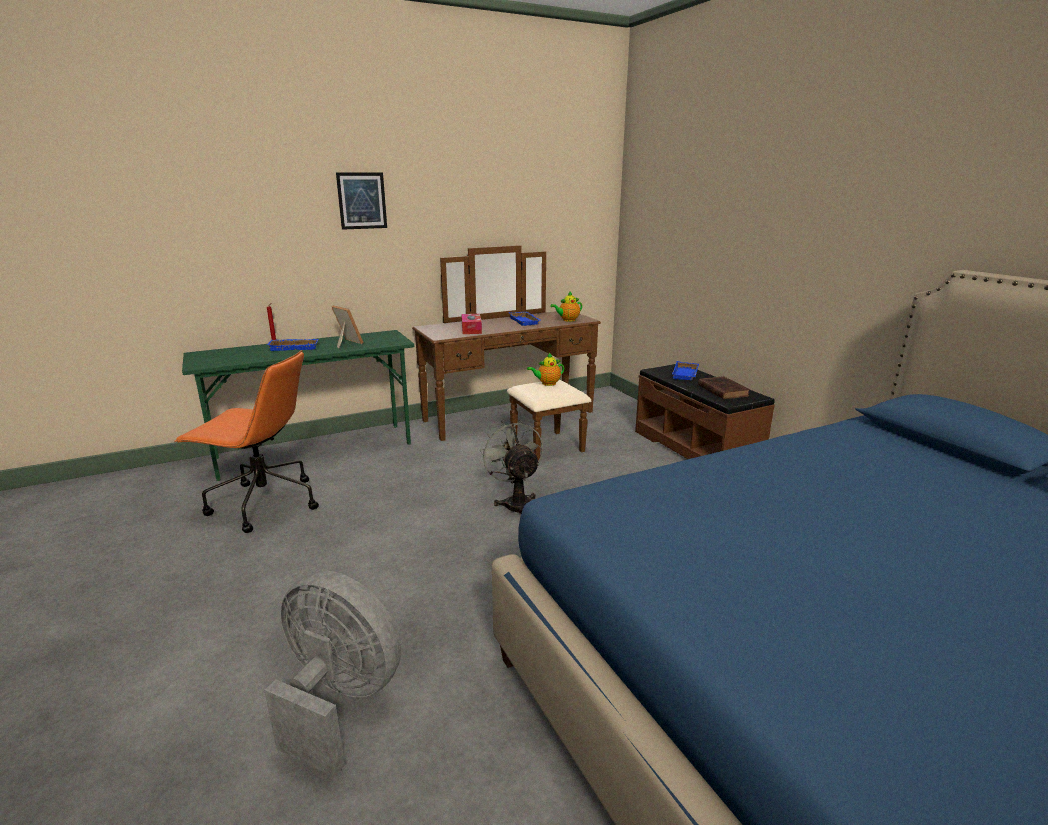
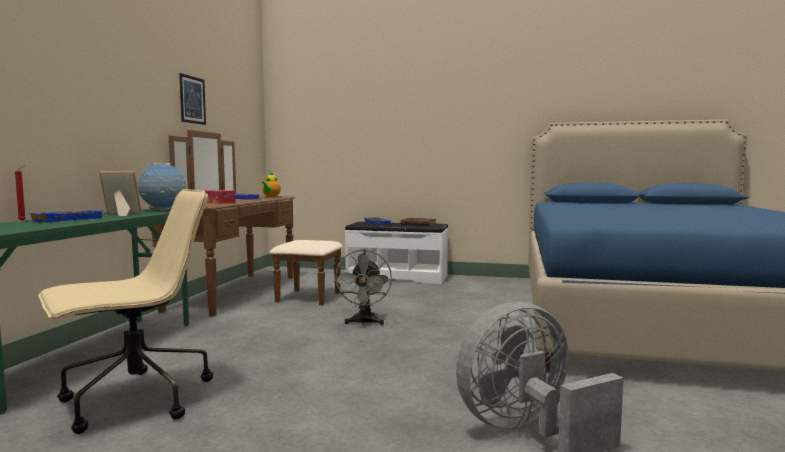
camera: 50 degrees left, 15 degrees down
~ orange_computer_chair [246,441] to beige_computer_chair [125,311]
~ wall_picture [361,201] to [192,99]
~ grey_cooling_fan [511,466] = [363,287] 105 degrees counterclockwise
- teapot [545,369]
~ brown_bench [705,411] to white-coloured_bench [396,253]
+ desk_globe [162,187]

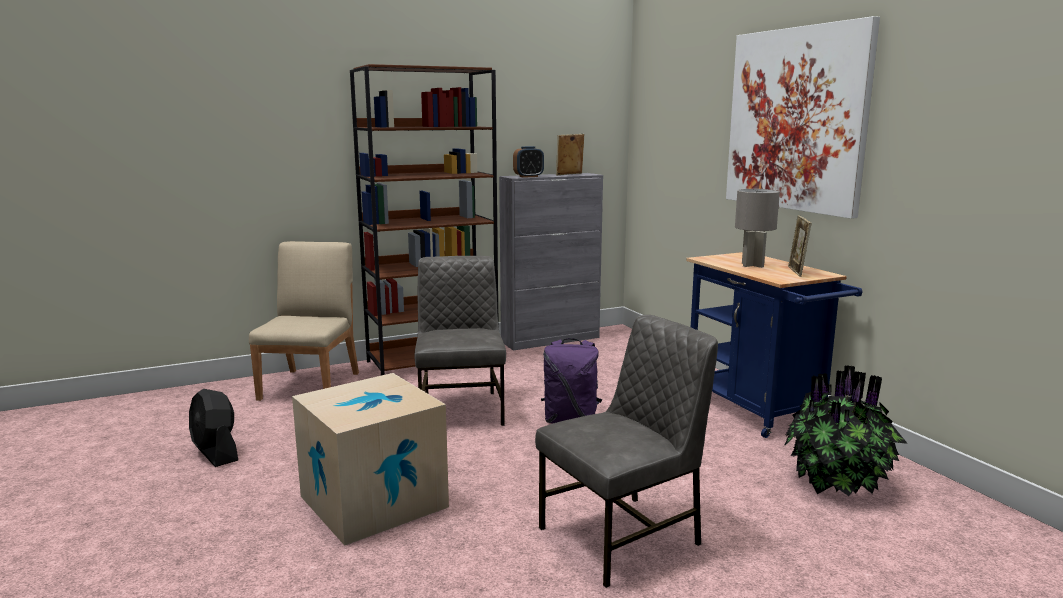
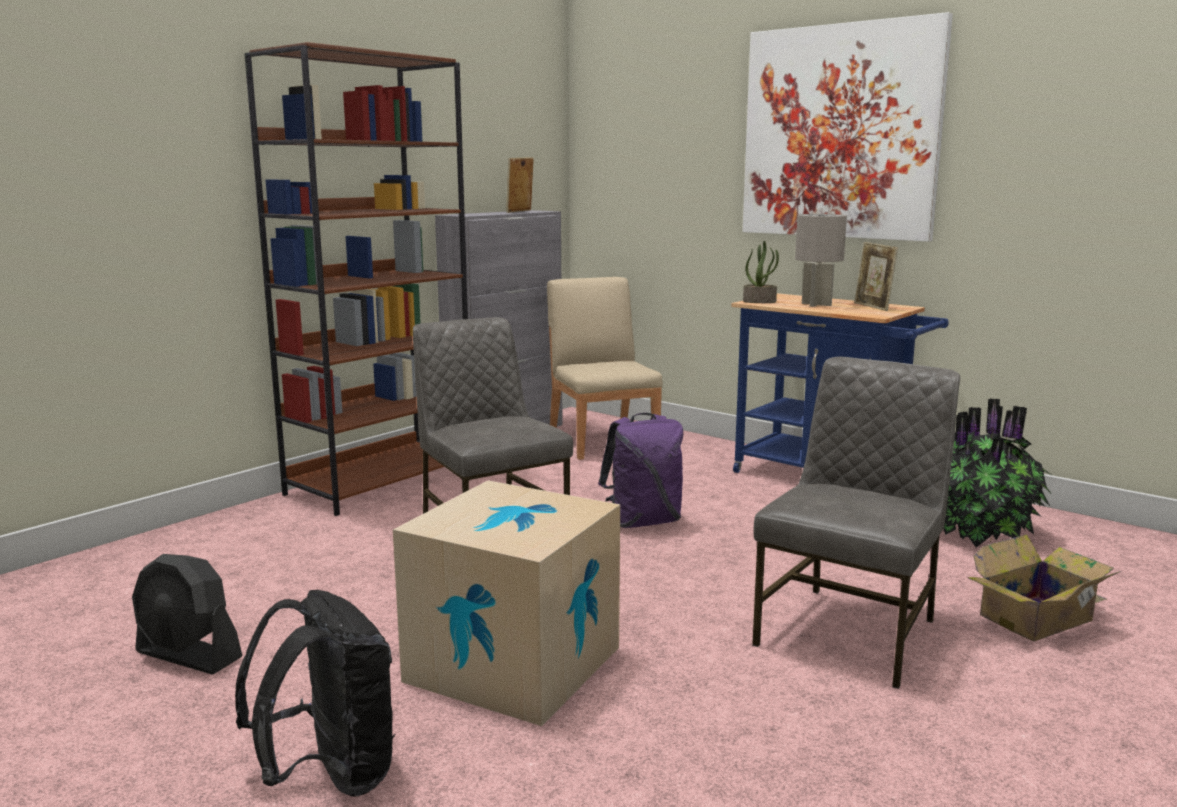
camera: 25 degrees left, 0 degrees up
~ beige_upright_chair [304,321] to [605,368]
- table_clock [528,162]
+ blackish_rucksack [315,693]
+ plant_in_a_pot [761,272]
+ packing_box [1044,587]

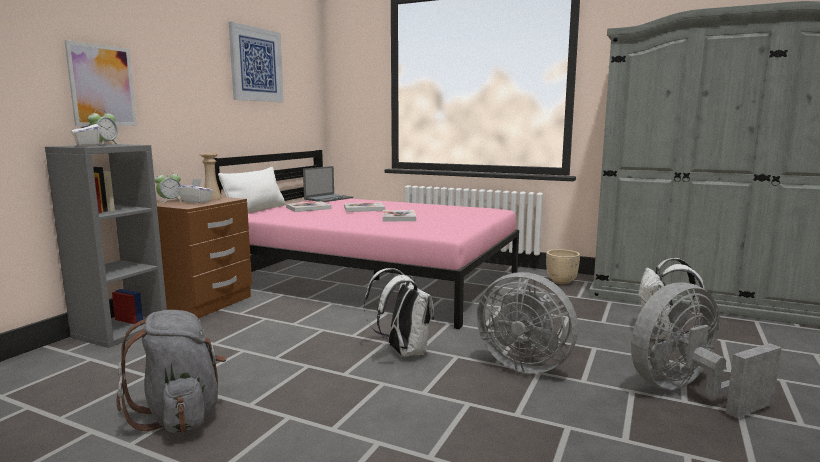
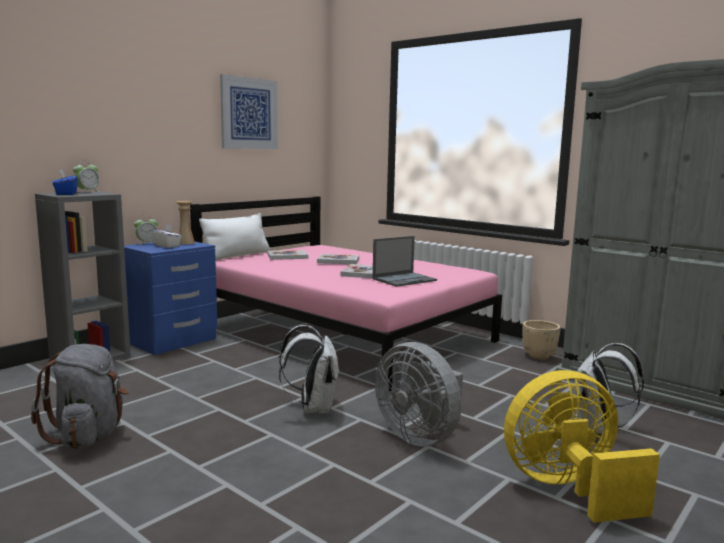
camera: 15 degrees right, 0 degrees up
- wall_picture [101,83]
~ white-coloured_tissue_box [85,133] to blue-coloured_tissue_box [65,182]
~ brown_night_table [204,257] to blue-coloured_night_table [170,298]
~ laptop [328,184] to [404,261]
~ grey_cooling_fan [706,350] to yellow-coloured_cooling_fan [582,446]

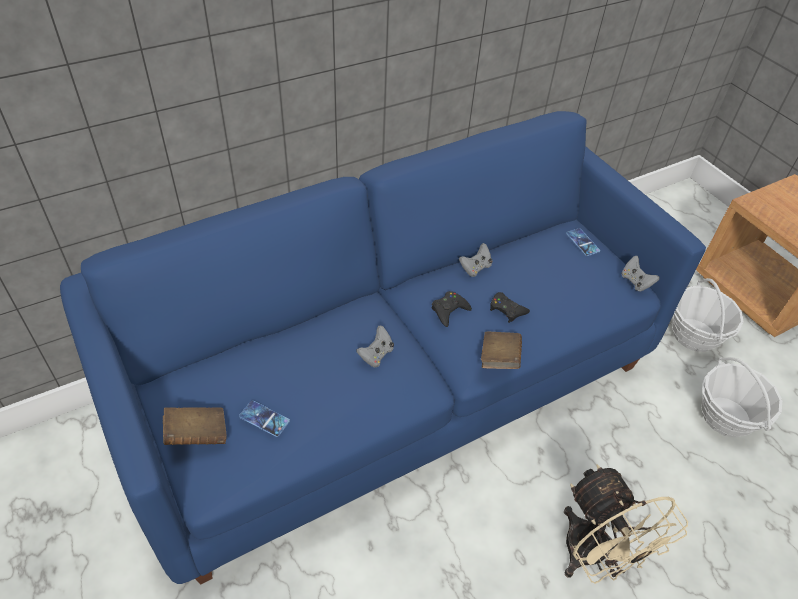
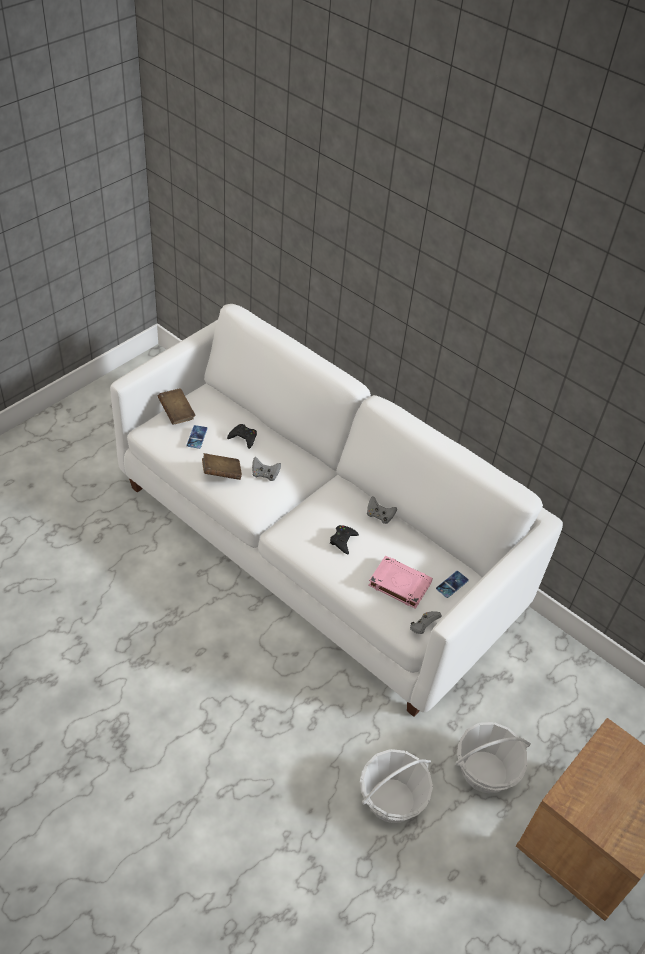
camera: 70 degrees right, 0 degrees up
~ blue-coloured_sofa [383,348] to white-coloured_sofa [336,510]
~ blackish_gamepad [452,309] to [242,436]
~ brown_bound_book [501,350] to [222,466]
- beige_cooling_fan [626,524]
+ pink_bound_book [400,582]

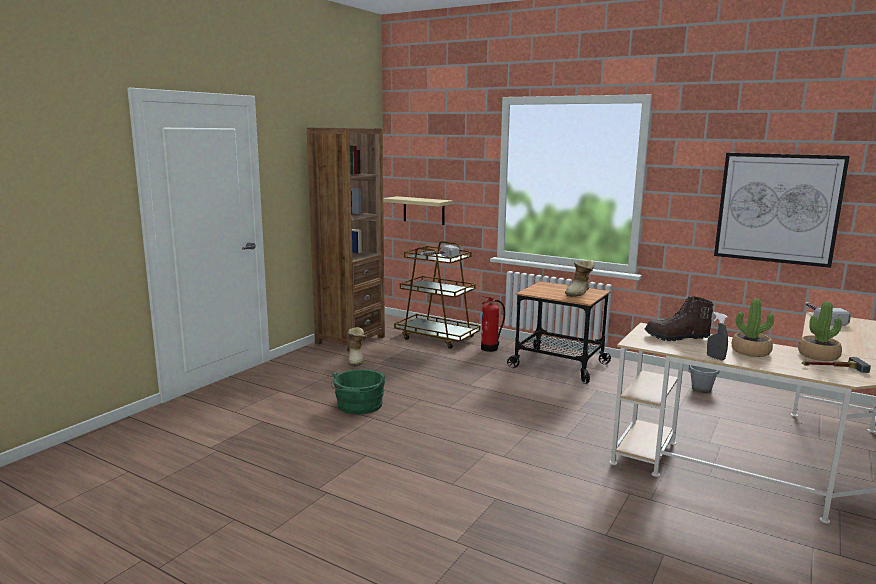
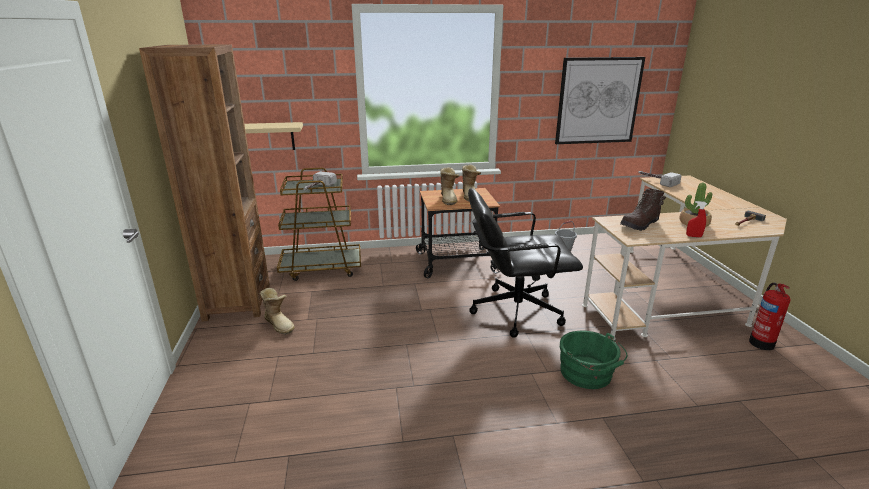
camera: 40 degrees left, 10 degrees up
~ greenish_water_bucket [358,391] to [593,360]
~ extinguisher [493,324] to [770,316]
~ grey_spray_bottle [717,336] to reddish_spray_bottle [696,219]
- plant_in_a_pot [820,331]
+ boot [449,186]
+ blackish_computer_chair [525,263]

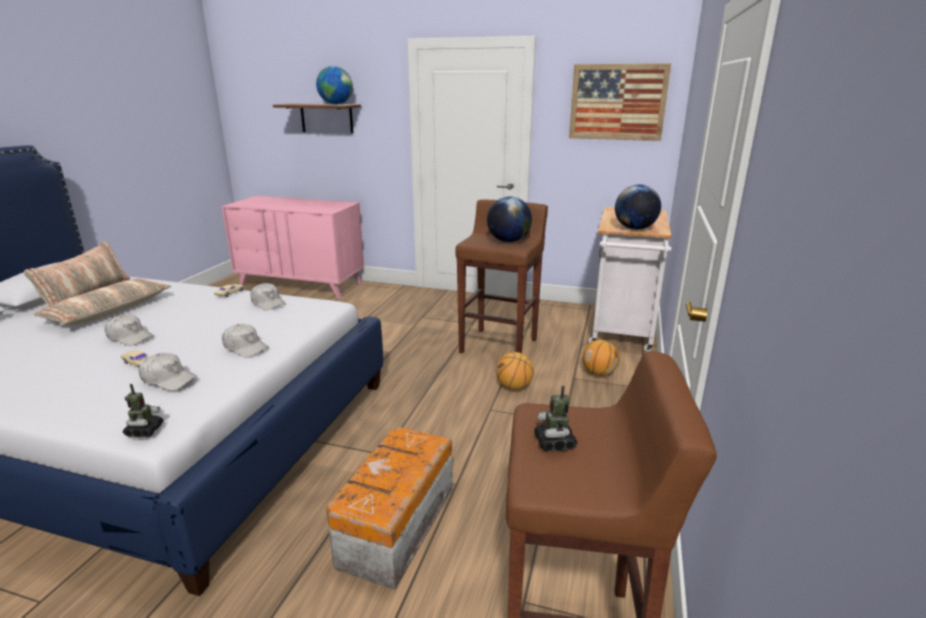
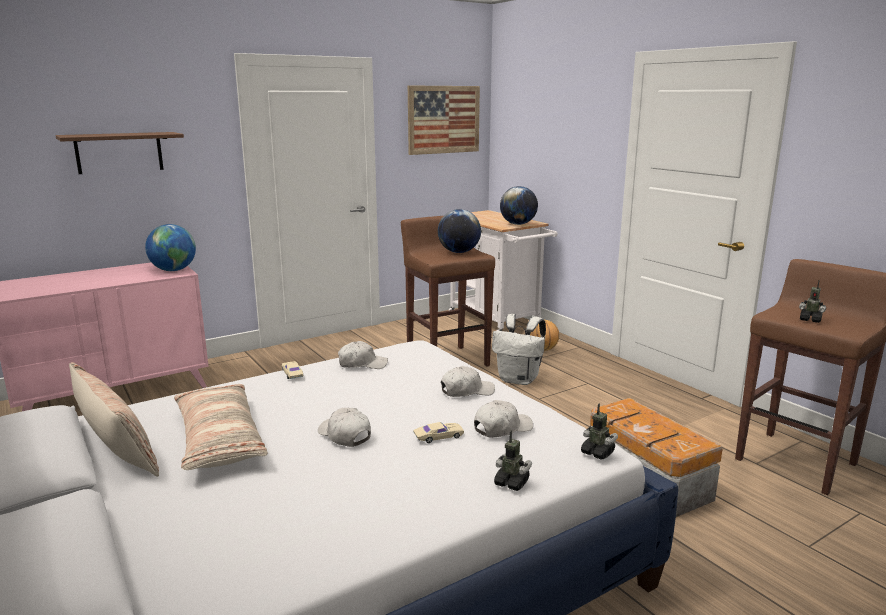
camera: 50 degrees left, 5 degrees down
~ white-coloured_baseball_cap [129,330] = [344,427] 105 degrees counterclockwise
~ desk_globe [334,85] to [170,247]
~ basketball [515,371] to white-coloured_rucksack [519,349]
+ model_robot [513,461]

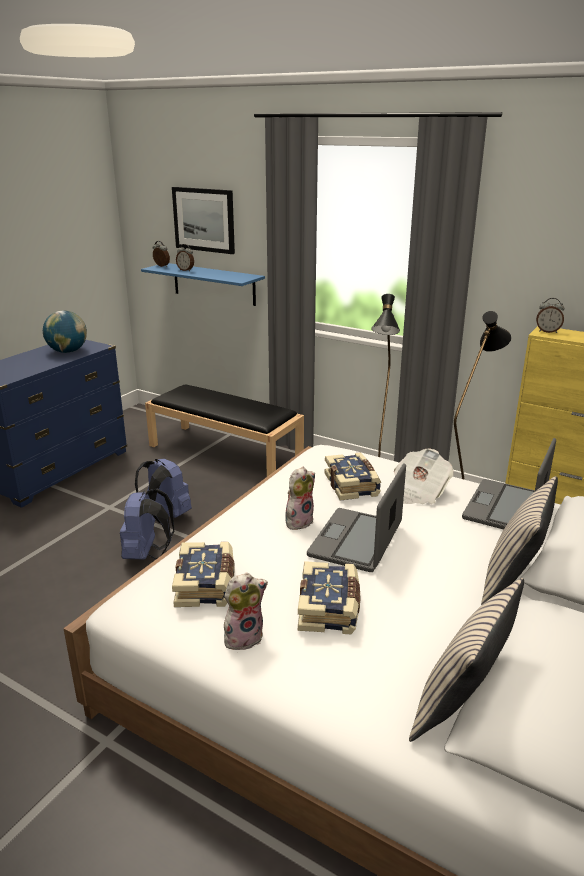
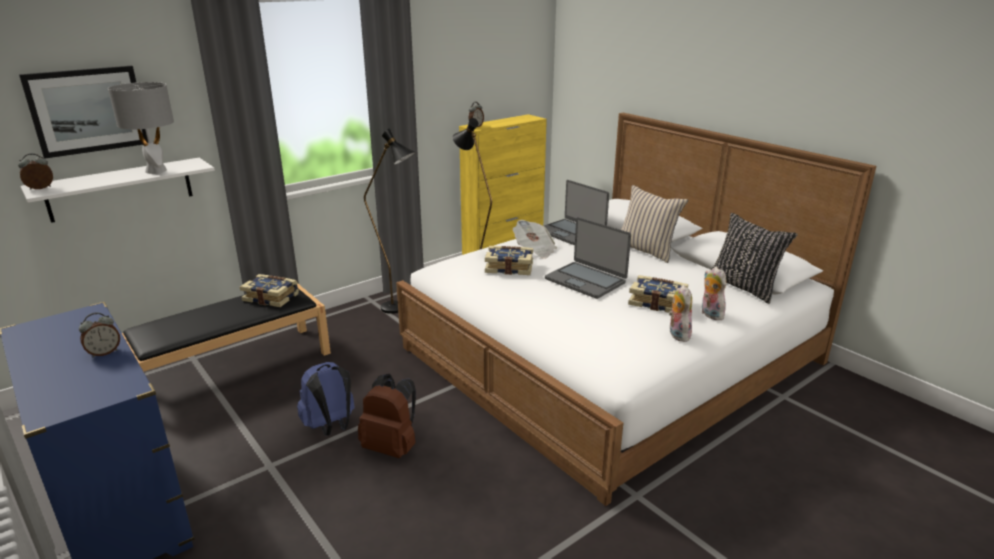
camera: 70 degrees left, 0 degrees up
- desk_globe [65,331]
~ blue-coloured_rucksack [147,524] to brown_rucksack [387,416]
~ blue-coloured_wall_shelf [203,284] to white-coloured_wall_shelf [118,190]
~ bound_book [203,574] to [269,290]
~ table_clock [185,257] to [99,335]
~ plush_toy [300,498] to [714,293]
~ beige_cushion [466,660] to blackish_cushion [754,258]
+ grey_table_lamp [141,128]

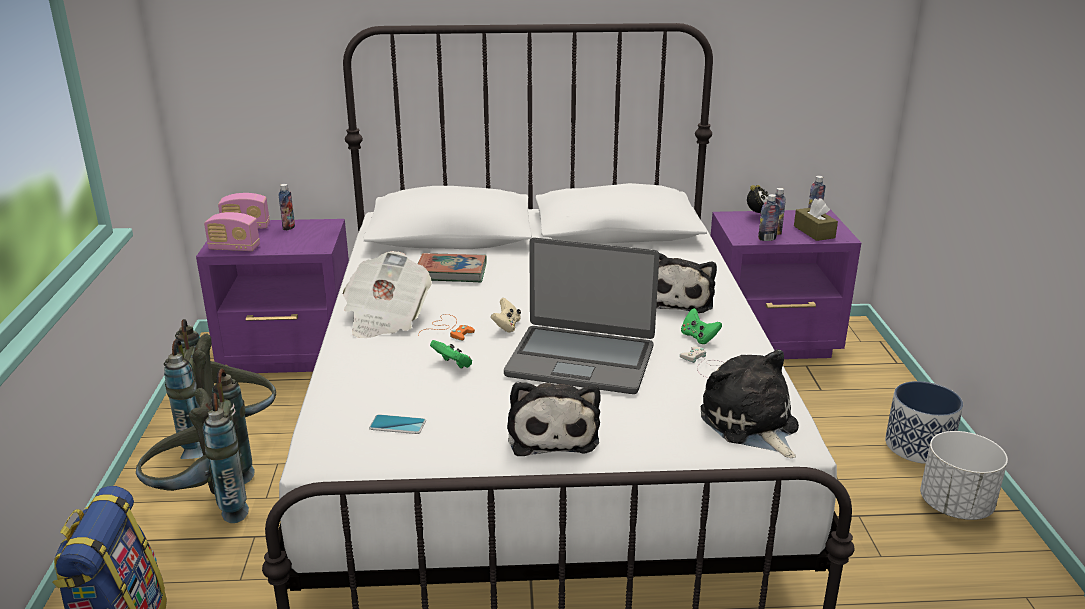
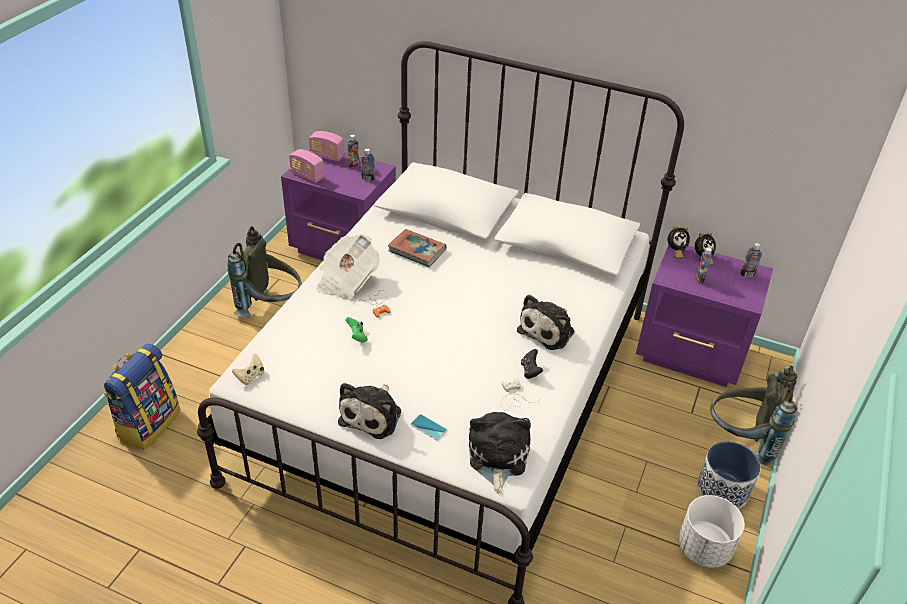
camera: 25 degrees right, 15 degrees up
~ grey_rucksack [195,445] to [753,415]
~ phone [397,424] to [429,427]
~ beige_gamepad [506,315] to [248,369]
- laptop [581,315]
~ greenish_gamepad [701,326] to blackish_gamepad [532,364]
~ drink_bottle [769,217] to [368,164]
- brown_tissue_box [816,219]
+ table_clock [679,241]

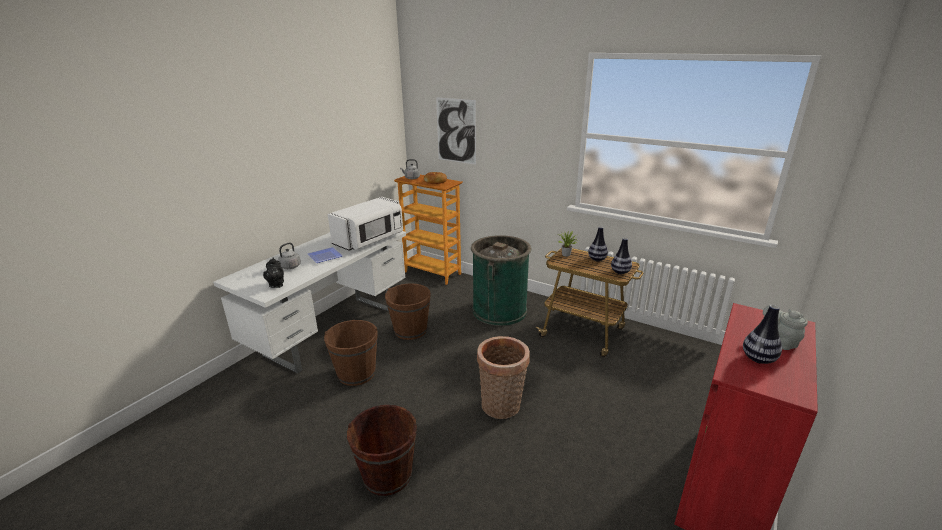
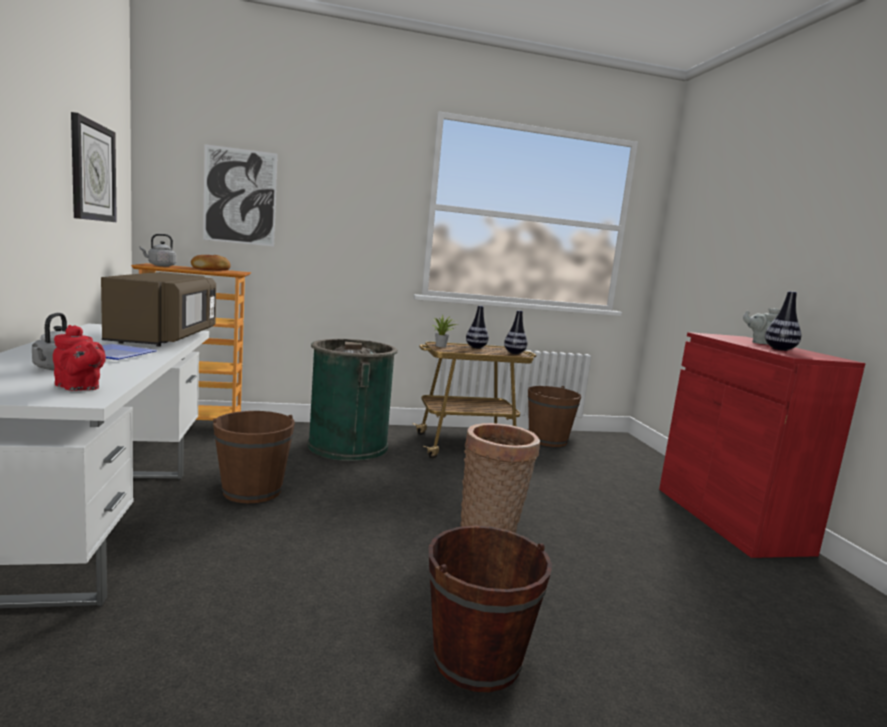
camera: 45 degrees left, 15 degrees down
~ blackish_teapot [273,273] to reddish_teapot [79,358]
~ brown_water_bucket [351,353] to [554,416]
~ white-coloured_microwave_oven [365,224] to brown_microwave_oven [158,309]
+ clock_on_the_wall [94,167]

